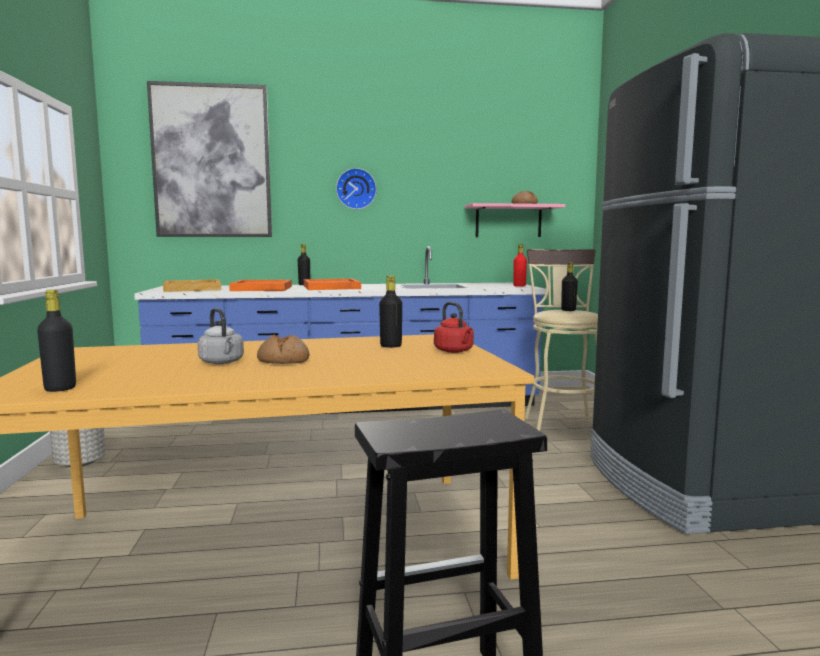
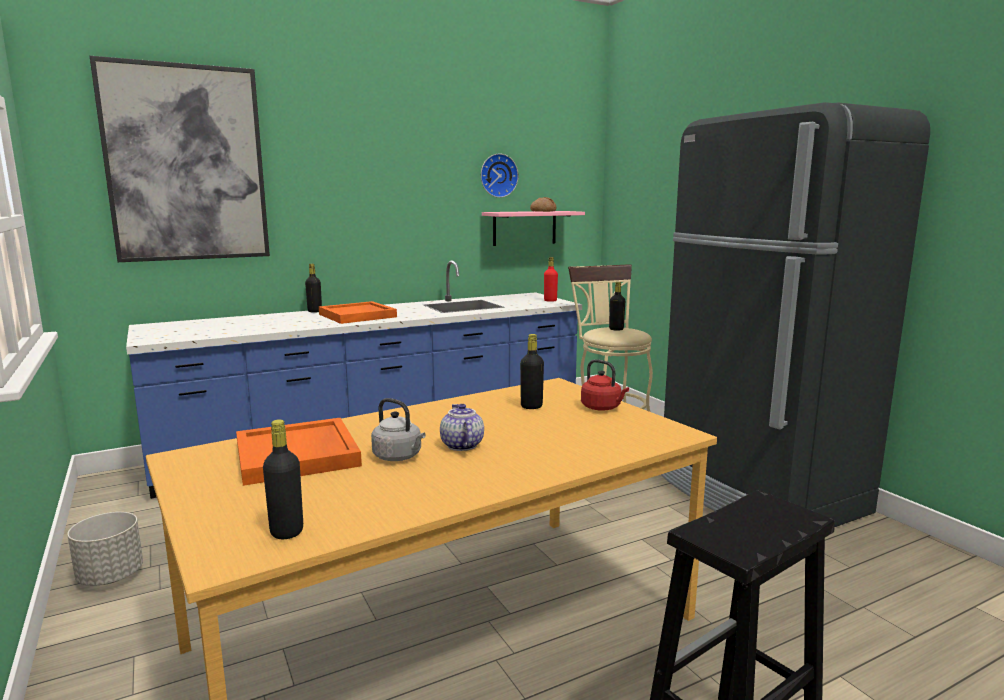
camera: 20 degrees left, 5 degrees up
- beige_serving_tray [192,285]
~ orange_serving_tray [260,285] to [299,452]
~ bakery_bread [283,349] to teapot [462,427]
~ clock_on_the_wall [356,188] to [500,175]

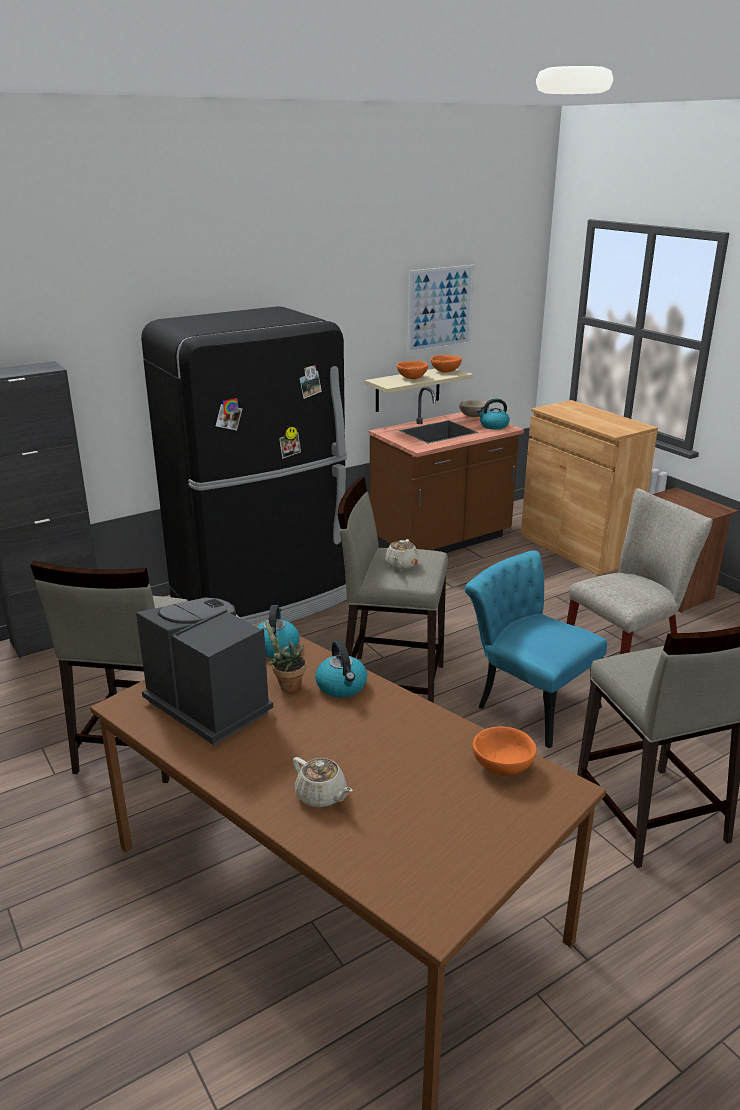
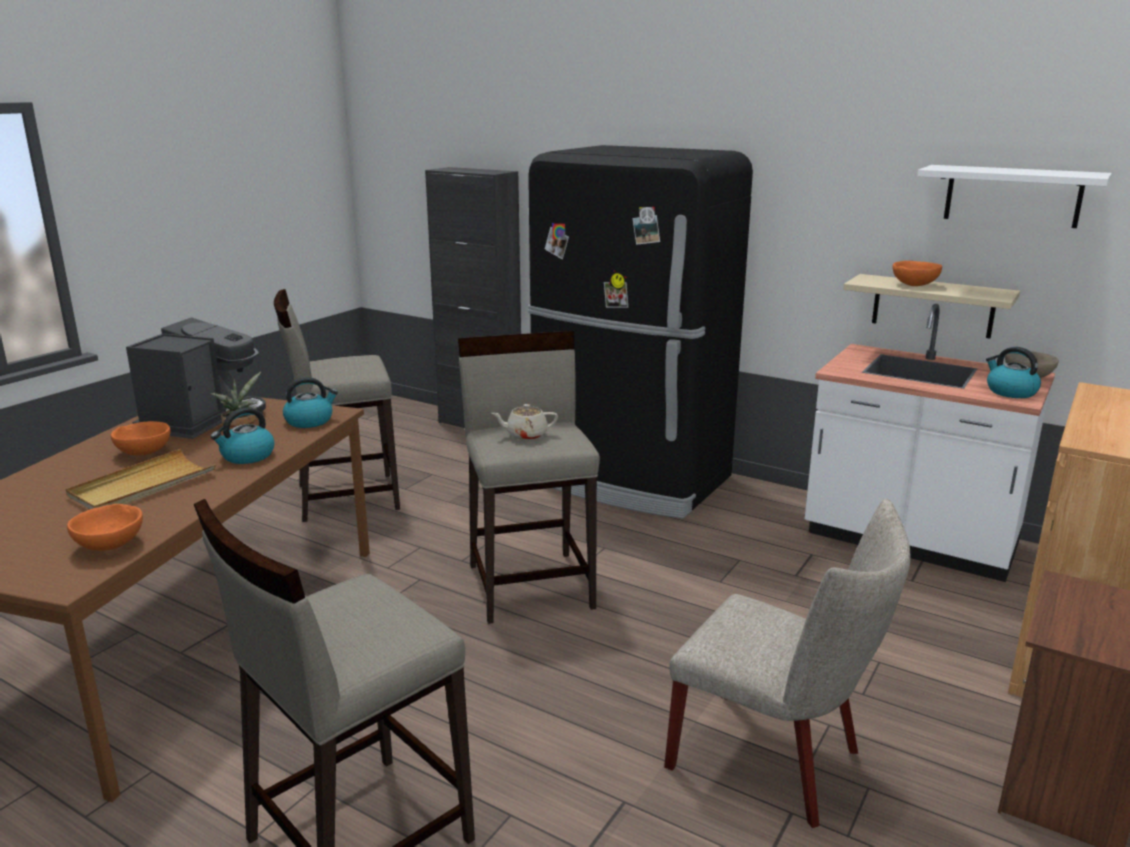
camera: 65 degrees right, 5 degrees down
- beige_teapot [322,782]
~ brown_kitchen_counter [446,470] to white-coloured_kitchen_counter [930,443]
~ wall_picture [440,309] to white-coloured_wall_shelf [1014,196]
~ orange_bowl [446,364] to [141,438]
- blue-green_upright_chair [536,649]
+ beige_serving_tray [141,479]

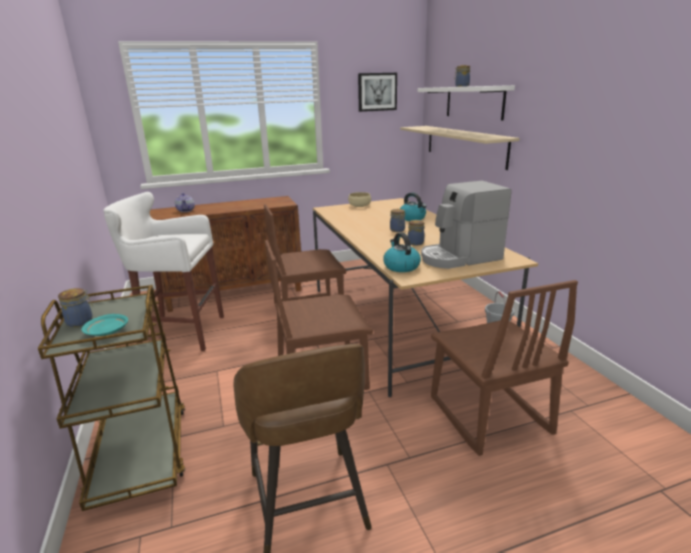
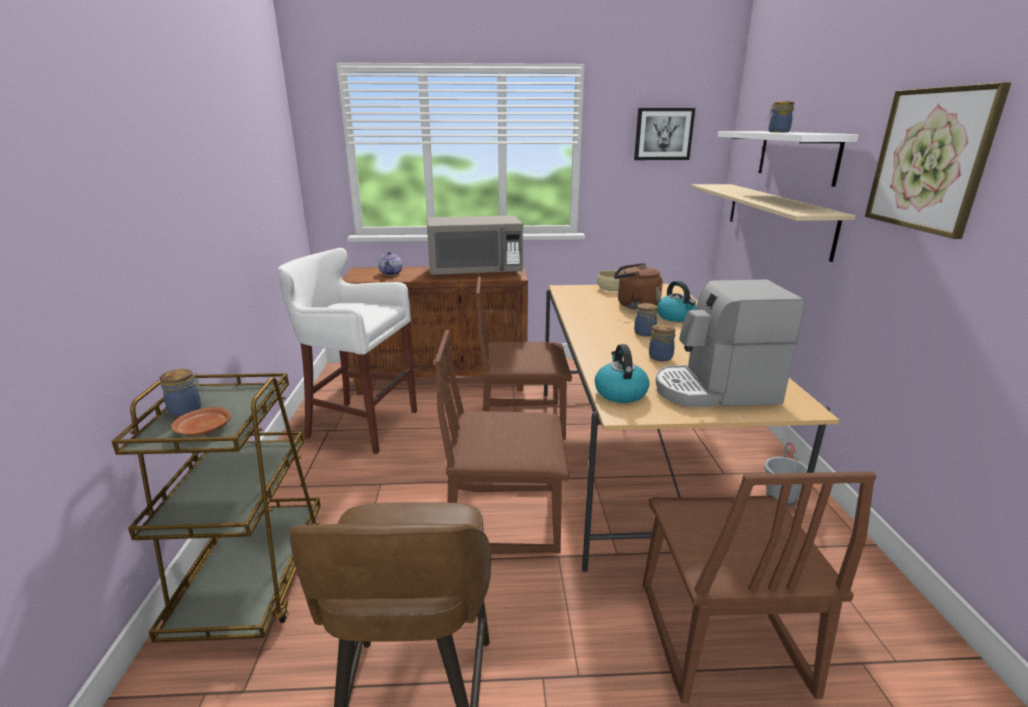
camera: 15 degrees right, 0 degrees up
~ blue-green_flat_dish [105,325] to brown_flat_dish [201,421]
+ grey_microwave_oven [475,246]
+ brown_kettle [638,286]
+ wall_picture [938,160]

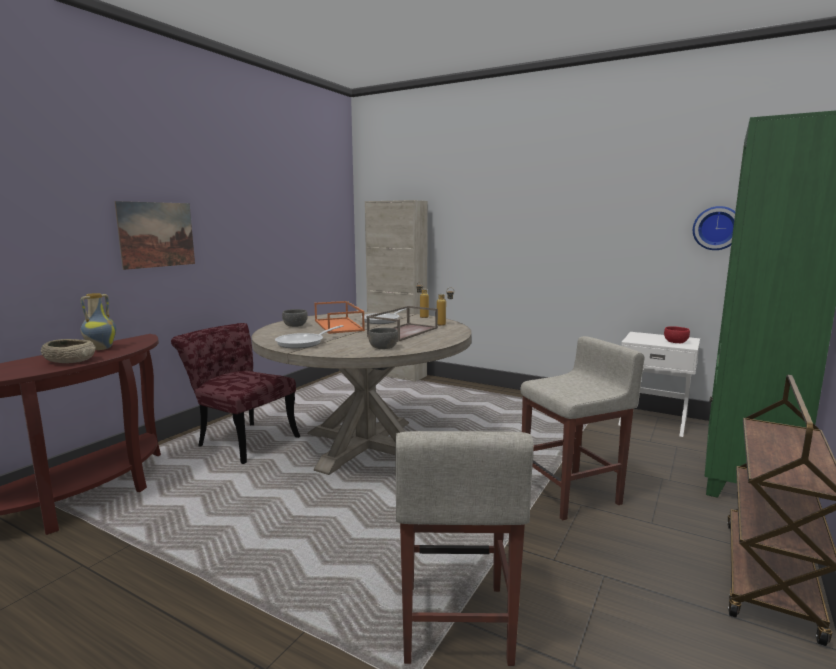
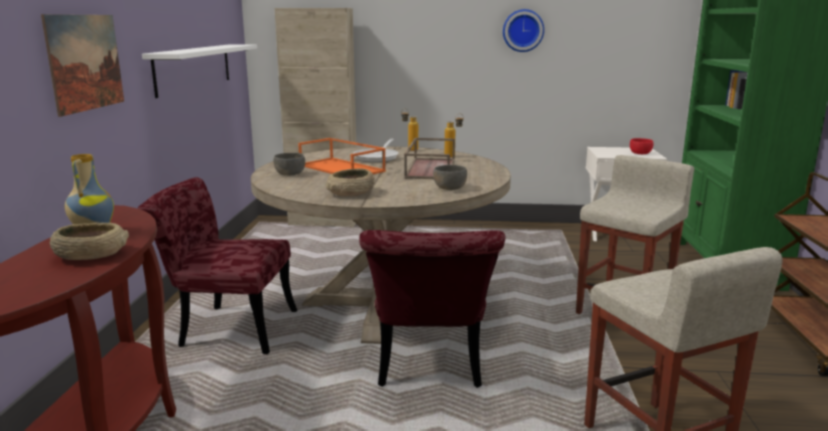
camera: 25 degrees left, 5 degrees up
~ skillet [309,337] to beige_bowl [350,182]
~ clock_on_the_wall [714,228] to [523,30]
+ white-coloured_wall_shelf [199,71]
+ reddish_upright_chair [432,309]

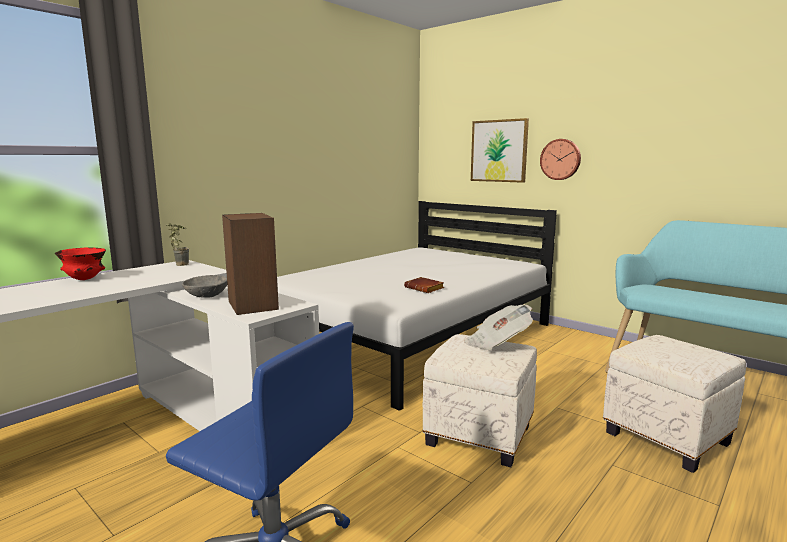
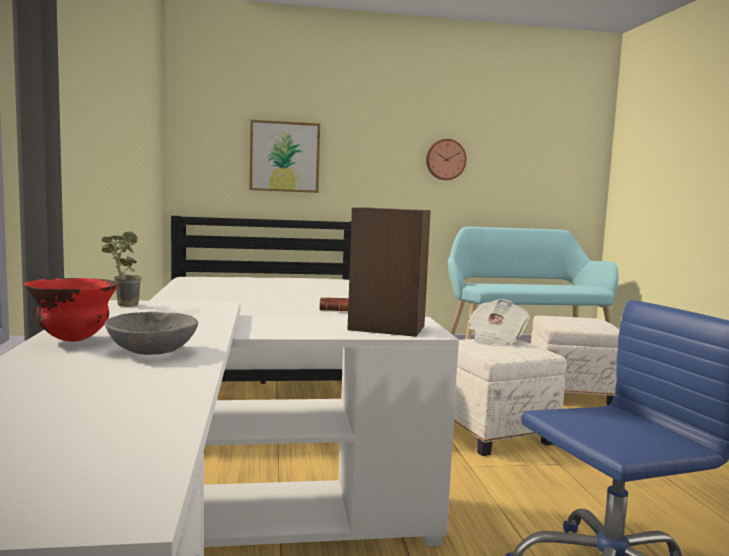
camera: 50 degrees left, 5 degrees down
~ grey_bowl [204,286] to [151,333]
~ clock_on_the_wall [560,159] to [446,159]

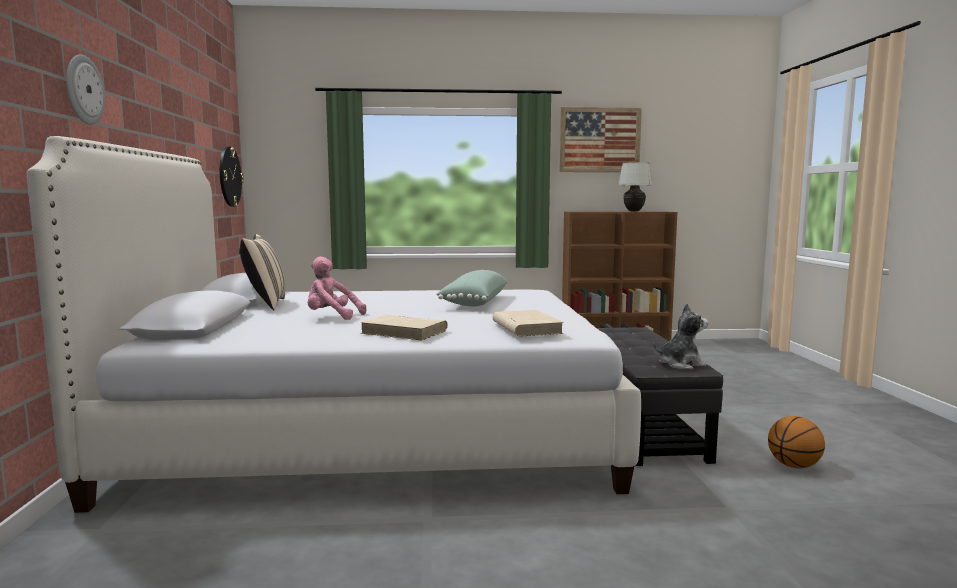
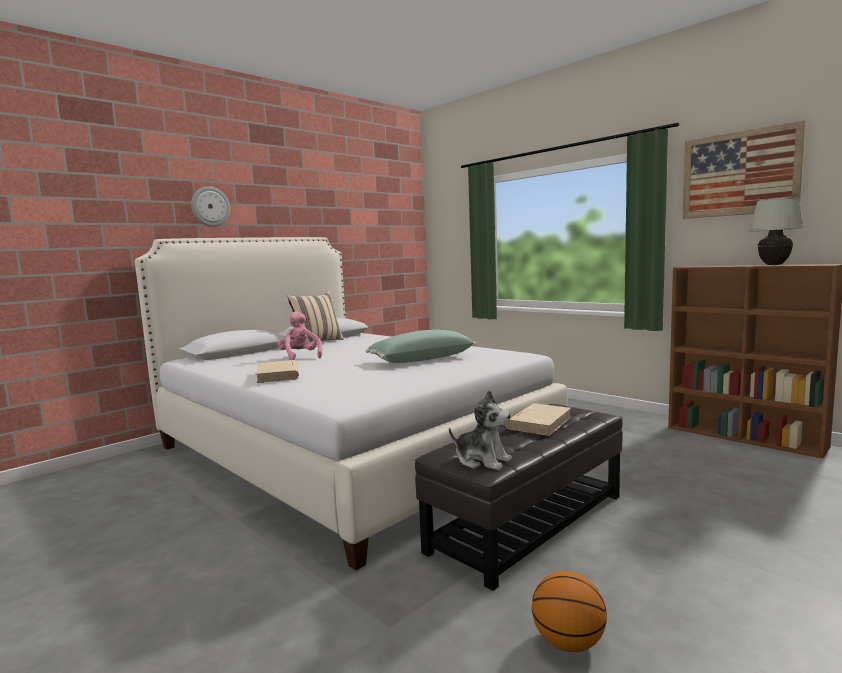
camera: 50 degrees right, 0 degrees up
- clock_on_the_wall [232,177]
~ beige_bound_book [528,323] to [538,419]

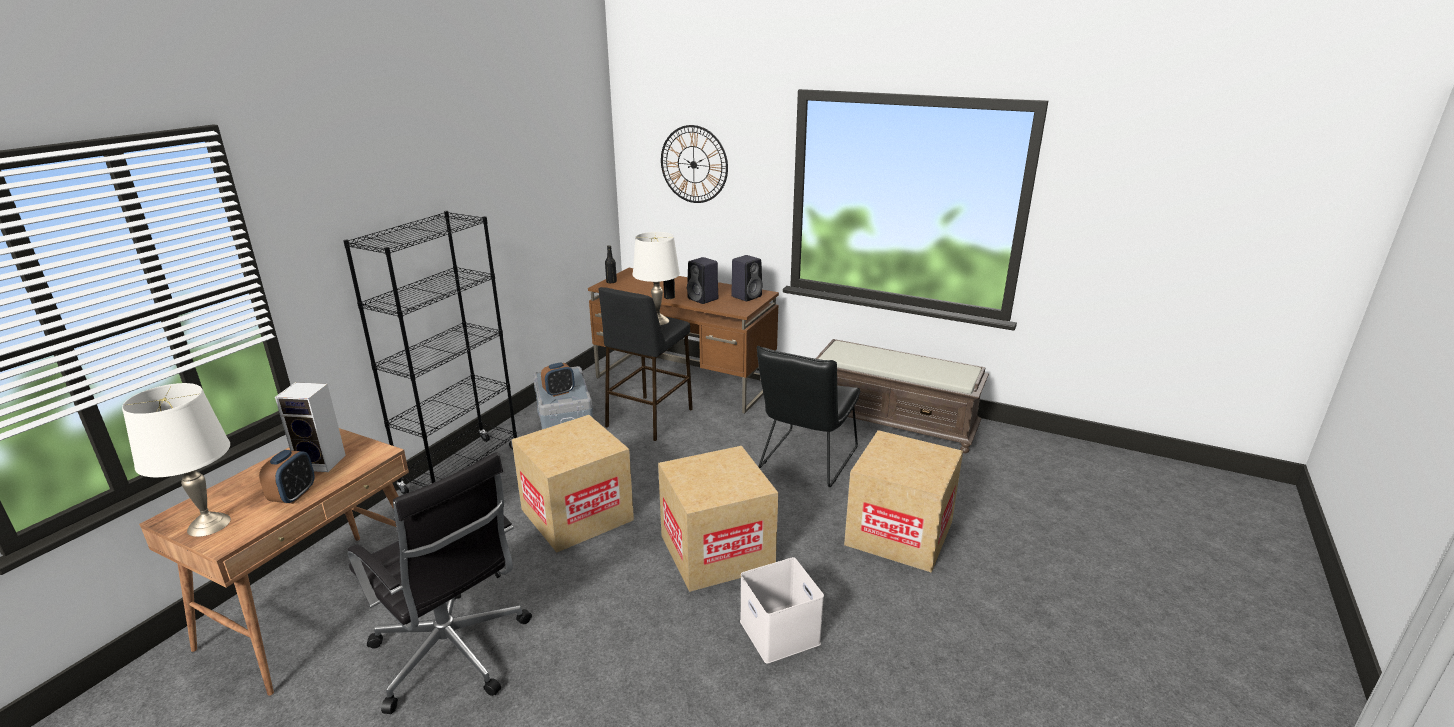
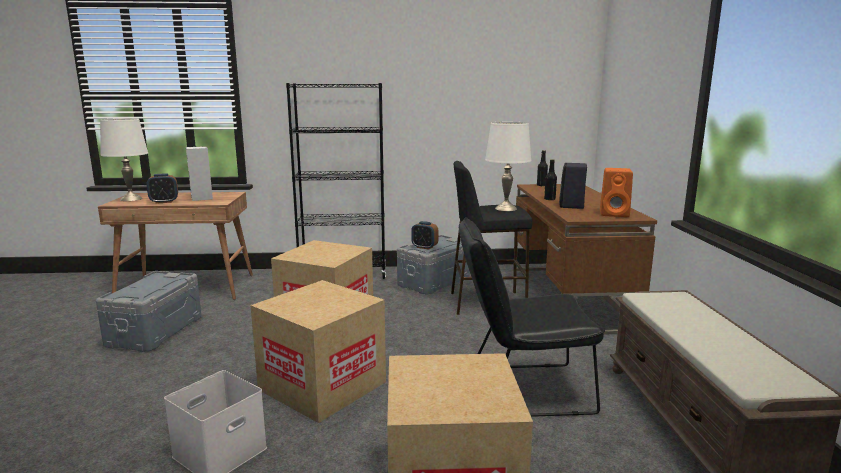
camera: 60 degrees right, 10 degrees down
~ blackish_computer_chair [439,583] to grey_storage_container [149,311]
- clock_on_the_wall [694,164]
~ blackish_speaker [747,278] to orange_speaker [616,192]

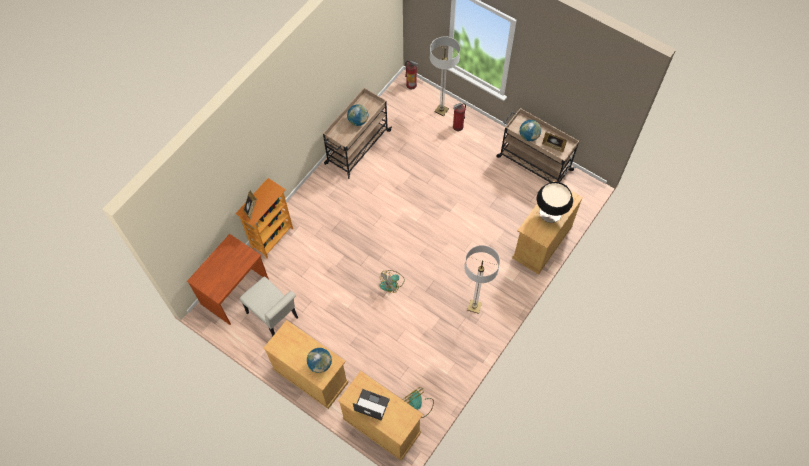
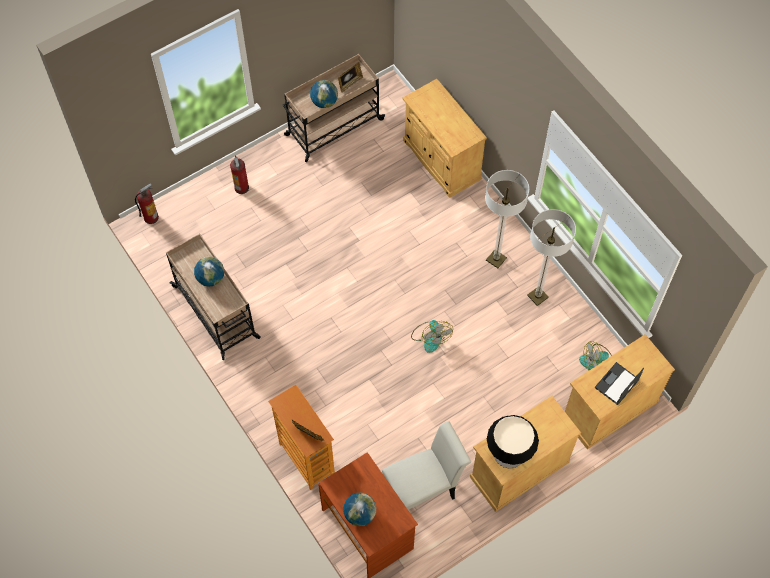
camera: 70 degrees left, 0 degrees up
~ desk_globe [319,360] to [359,509]
~ floor_lamp [445,76] to [551,257]
~ table_lamp [554,202] to [513,442]

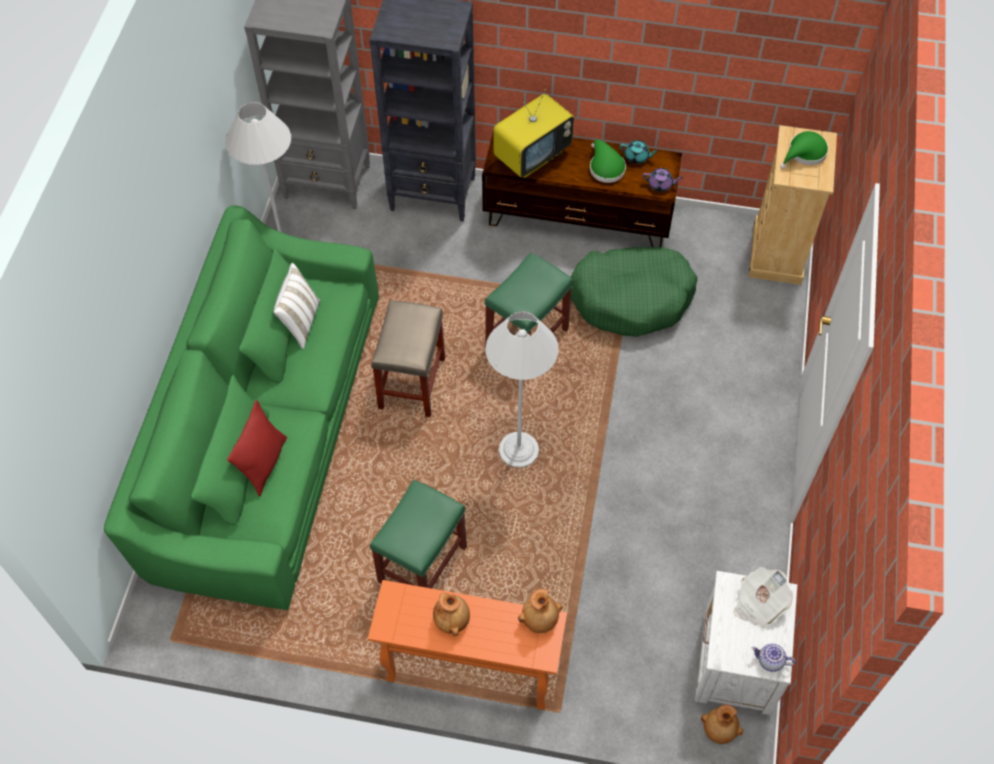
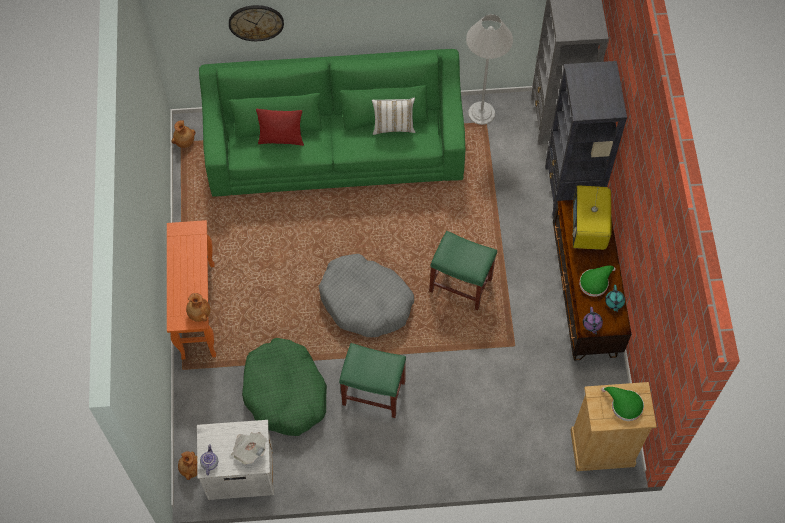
camera: 75 degrees right, 5 degrees up
~ greenish_sitting_stool [418,534] to [372,380]
- beige_sitting_stool [408,358]
~ brown_decorative_vase [451,614] to [184,134]
~ white-coloured_floor_lamp [522,389] to grey_dog_cushion [366,295]
~ TV [533,133] = [592,217] 60 degrees clockwise
~ greenish_dog_cushion [634,292] to [284,387]
+ clock_on_the_wall [256,23]

